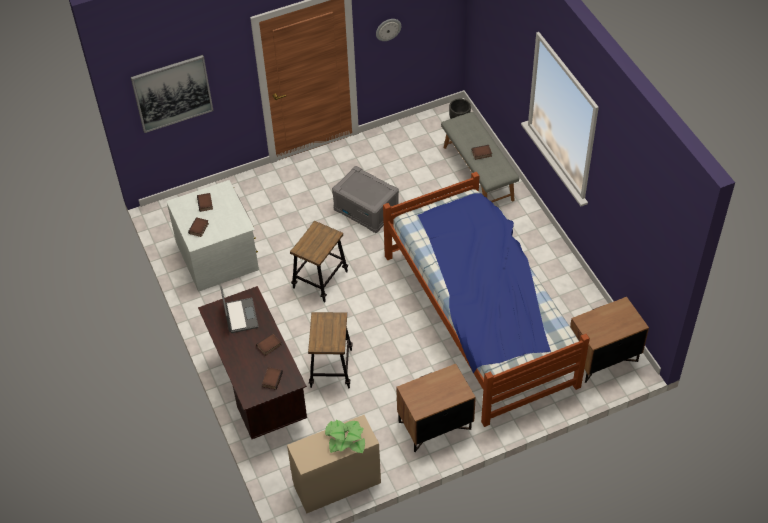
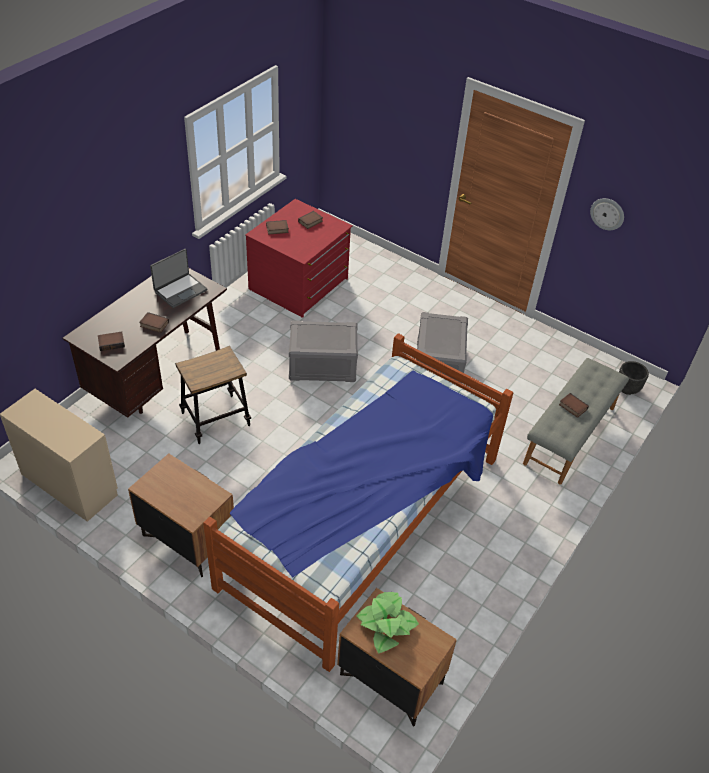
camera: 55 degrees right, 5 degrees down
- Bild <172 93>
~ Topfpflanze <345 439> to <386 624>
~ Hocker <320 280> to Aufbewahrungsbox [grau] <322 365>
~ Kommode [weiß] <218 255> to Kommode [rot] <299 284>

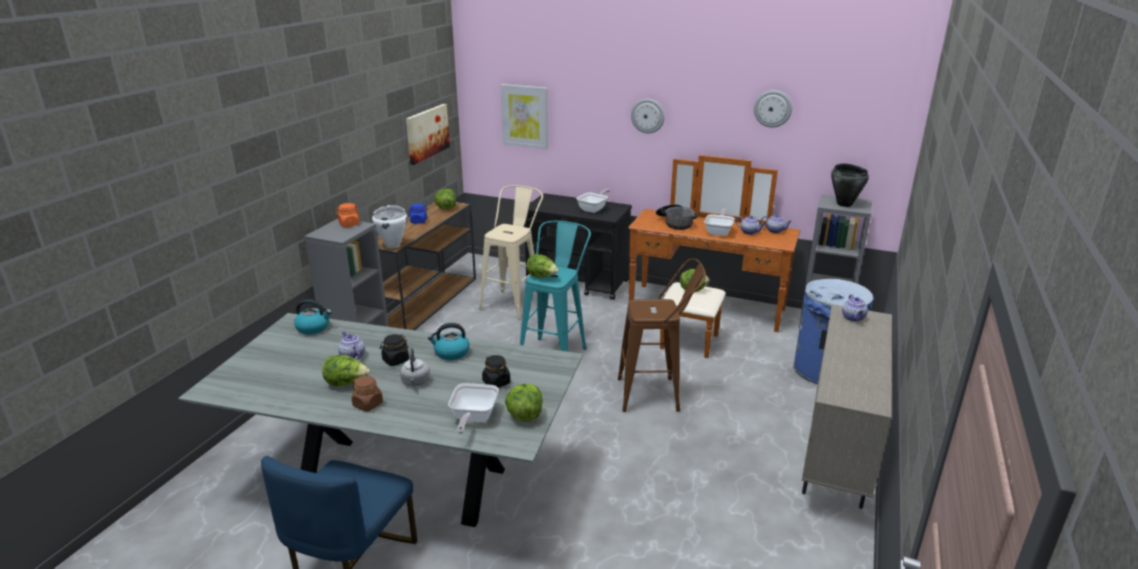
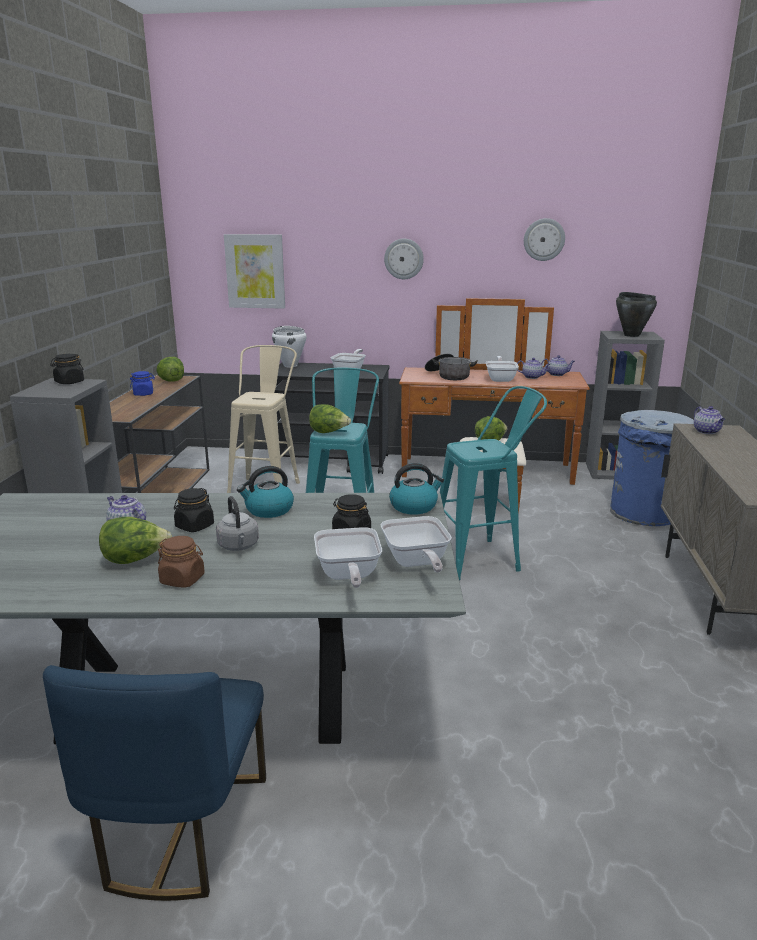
camera: 15 degrees left, 5 degrees down
- Bild <427 133>
~ Wasserkessel <313 328> to <414 506>
~ Kochtopf [weiß] <393 245> to <290 365>
~ Salatkopf <524 415> to Pfanne <416 563>
~ Vorratsglas [orange] <349 224> to Vorratsglas [schwarz] <69 382>
~ Hocker [braun] <656 395> to Hocker [türkis] <484 558>

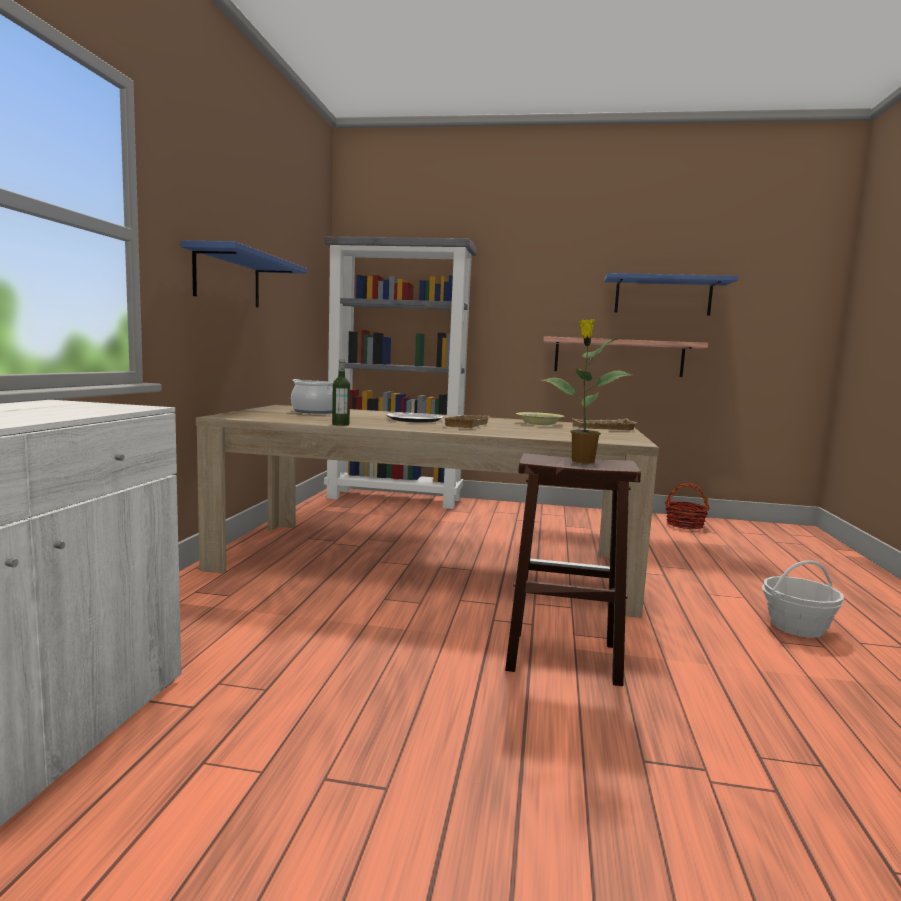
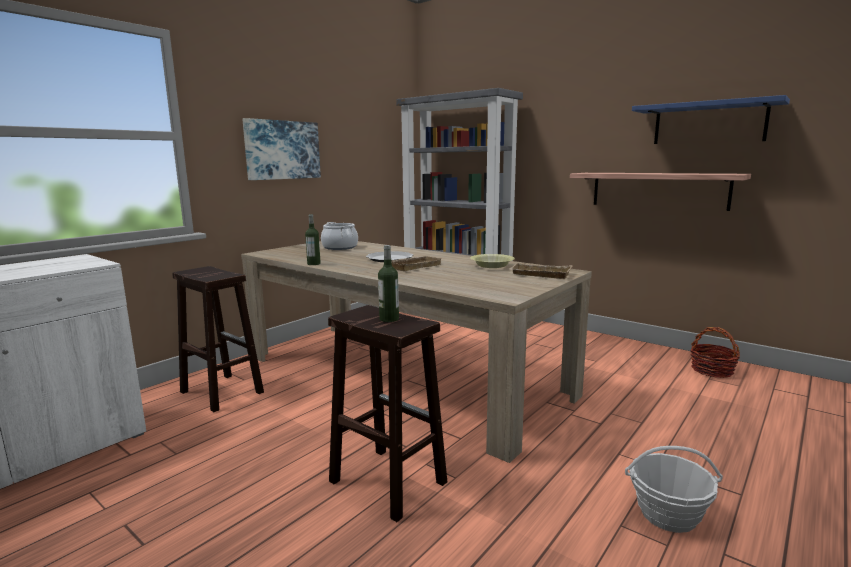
camera: 30 degrees right, 5 degrees up
+ Hocker [braun] <221 392>
~ Wandregal [blau] <228 279> to Bild <282 150>
~ Topfpflanze <581 461> to Flasche <389 319>

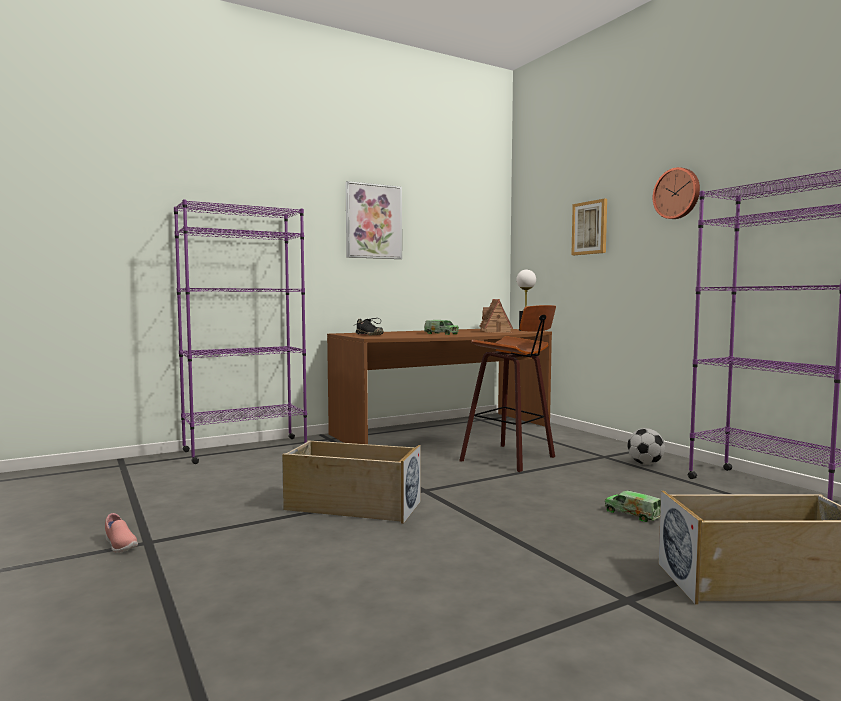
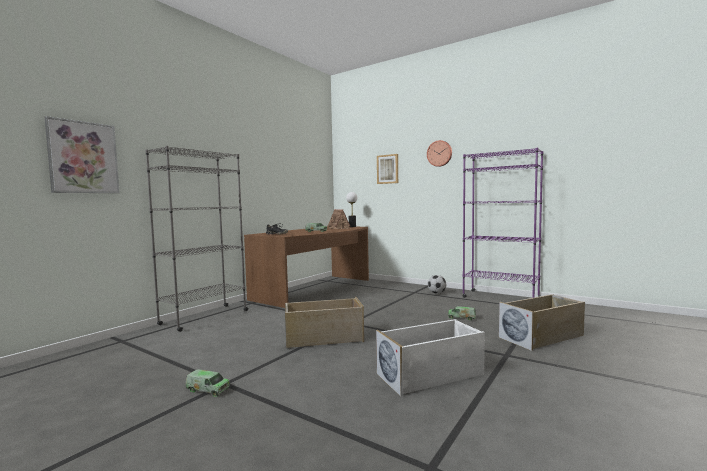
camera: 25 degrees left, 0 degrees up
- Hocker <512 458>
+ Aufbewahrungsbox [weiß] <431 374>
~ Bild <373 221> to <83 157>
~ Schuh [rosa] <119 545> to Spielzeuglaster <208 390>
~ Bücherregal [lila] <246 450> to Bücherregal [grau] <204 317>

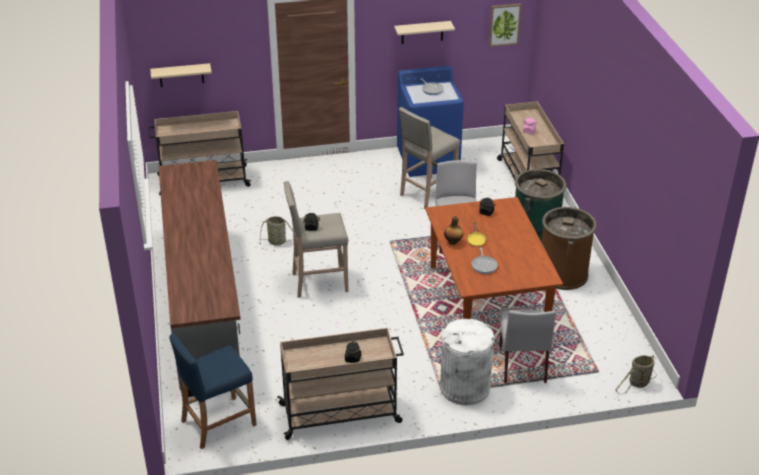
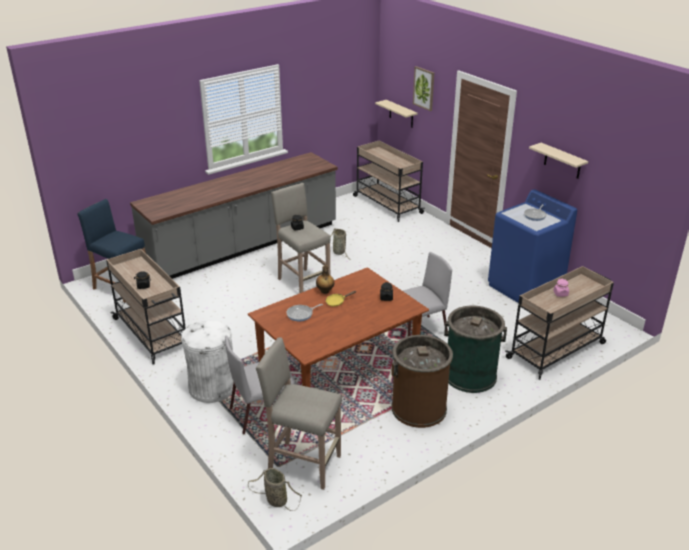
camera: 65 degrees right, 5 degrees down
~ Hocker [beige] <427 193> to <303 464>
~ Bild <504 24> to <424 88>

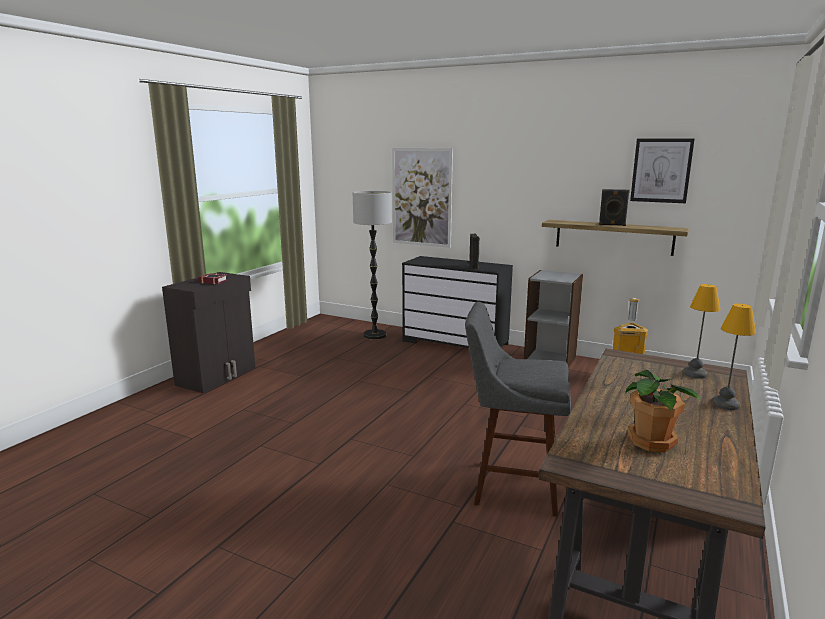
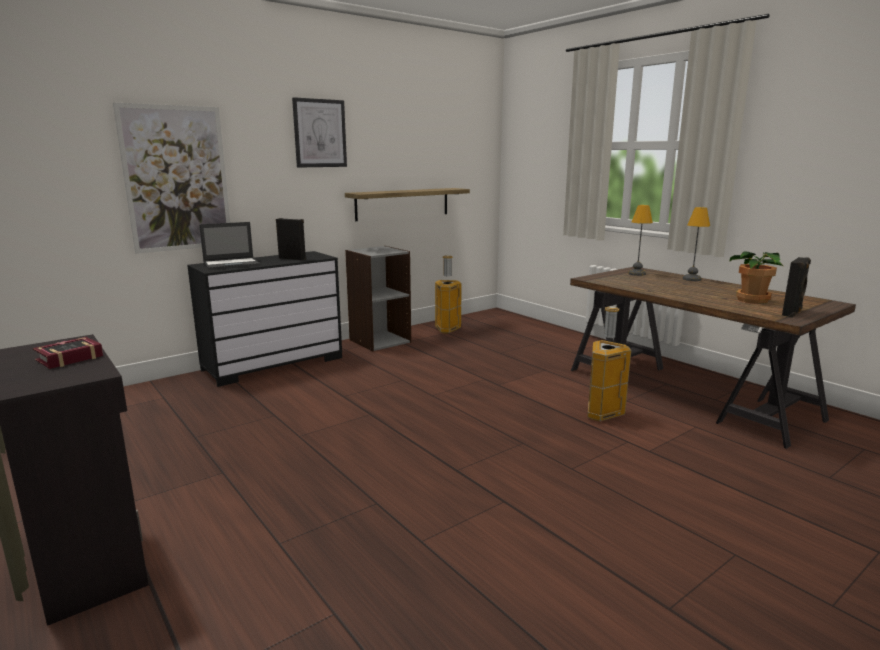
camera: 65 degrees left, 0 degrees up
- Stehlampe <375 335>
+ Laptop <232 264>
~ Lautsprecher [schwarz] <612 225> to <792 313>
~ Bild <661 170> to <320 133>
~ Hocker [grau] <511 486> to Mülleimer <602 414>

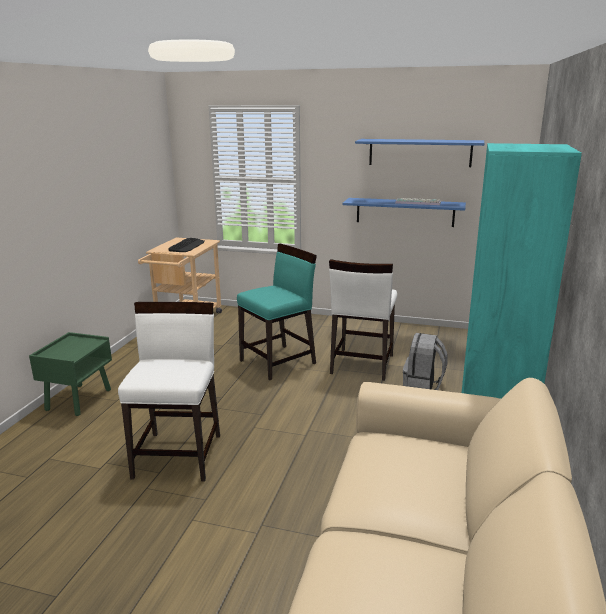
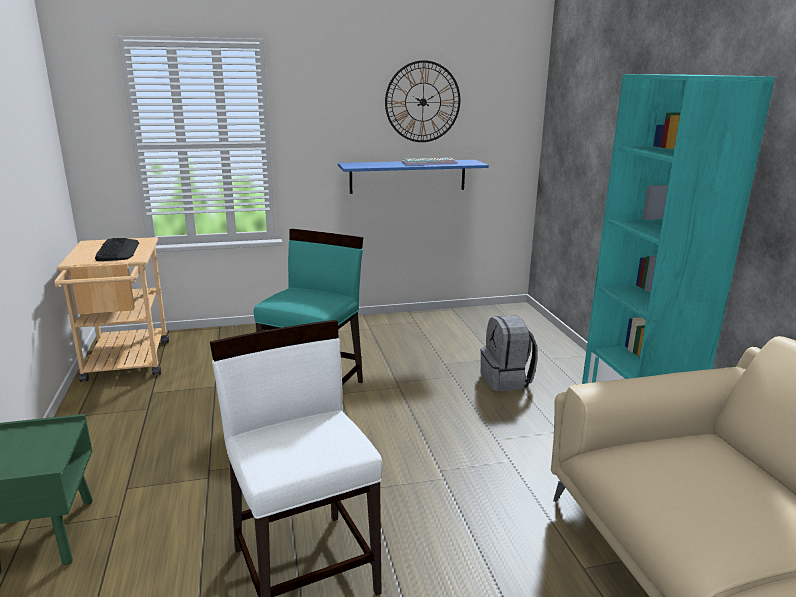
camera: 30 degrees left, 0 degrees up
- Stuhl [weiß] <361 364>
~ Wandregal [blau] <419 152> to Wanduhr <423 102>

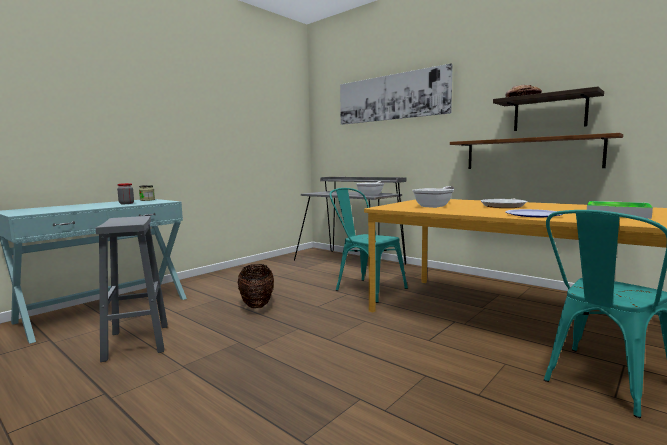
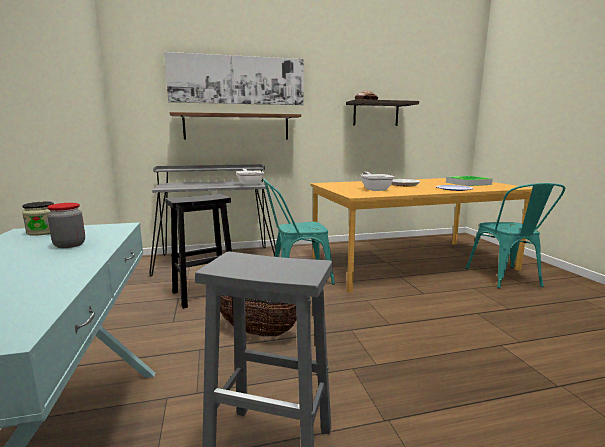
camera: 55 degrees left, 5 degrees up
+ Hocker [schwarz] <203 294>
~ Wandregal [braun] <530 153> to <237 127>

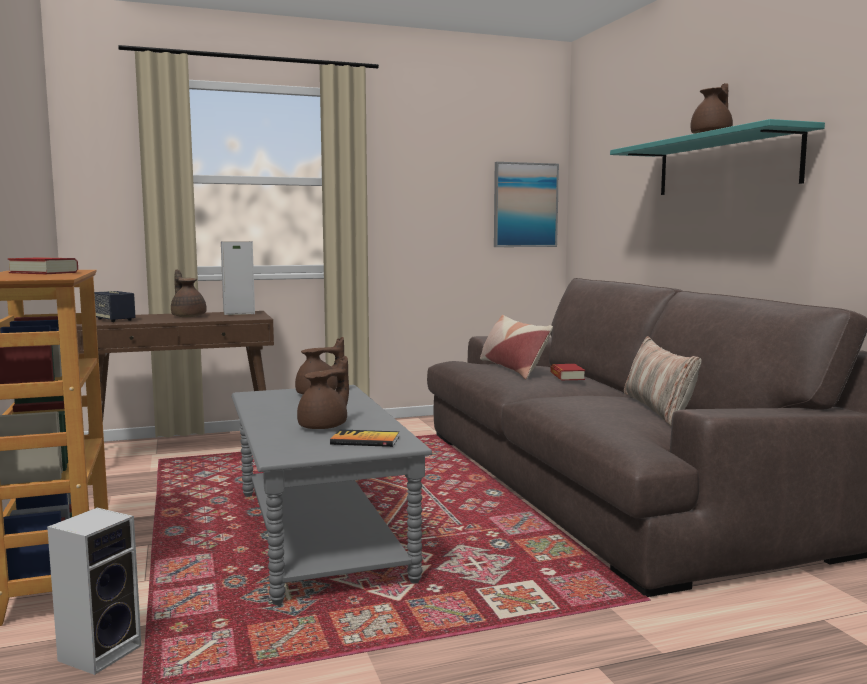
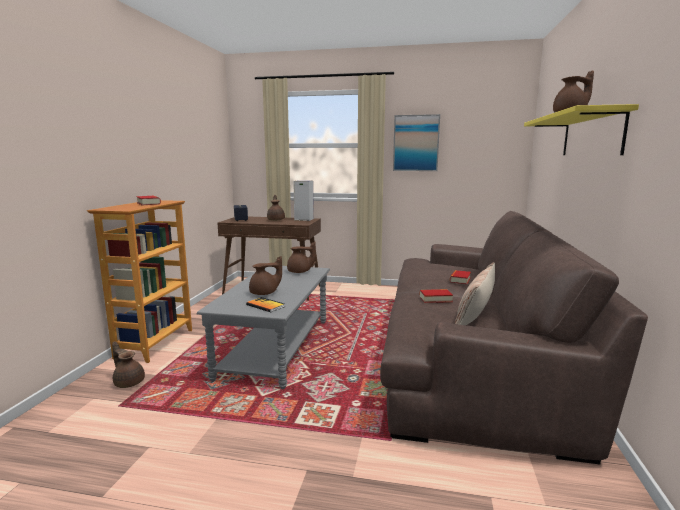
camera: 30 degrees right, 5 degrees up
- Kissen <513 368>
+ Buch <435 299>
~ Bild <525 205> to <416 143>
~ Lautsprecher <101 651> to Teekanne [braun] <129 382>
~ Wandregal [türkis] <725 164> to Wandregal [gelb] <591 135>

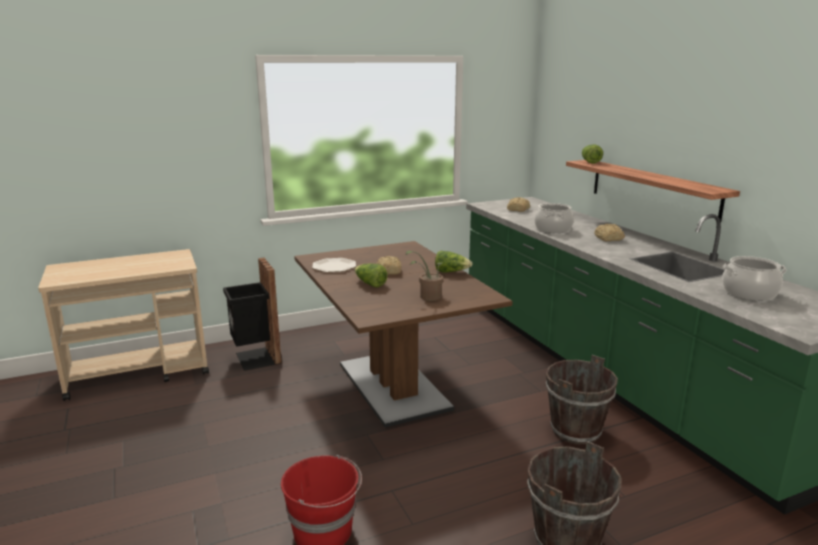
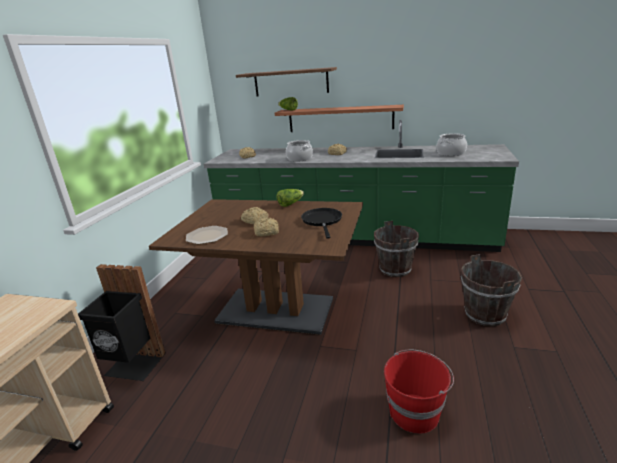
camera: 50 degrees left, 5 degrees up
+ Wandregal <291 82>
~ Salatkopf <370 284> to Brot <267 232>
~ Topfpflanze <427 297> to Pfanne [schwarz] <322 221>

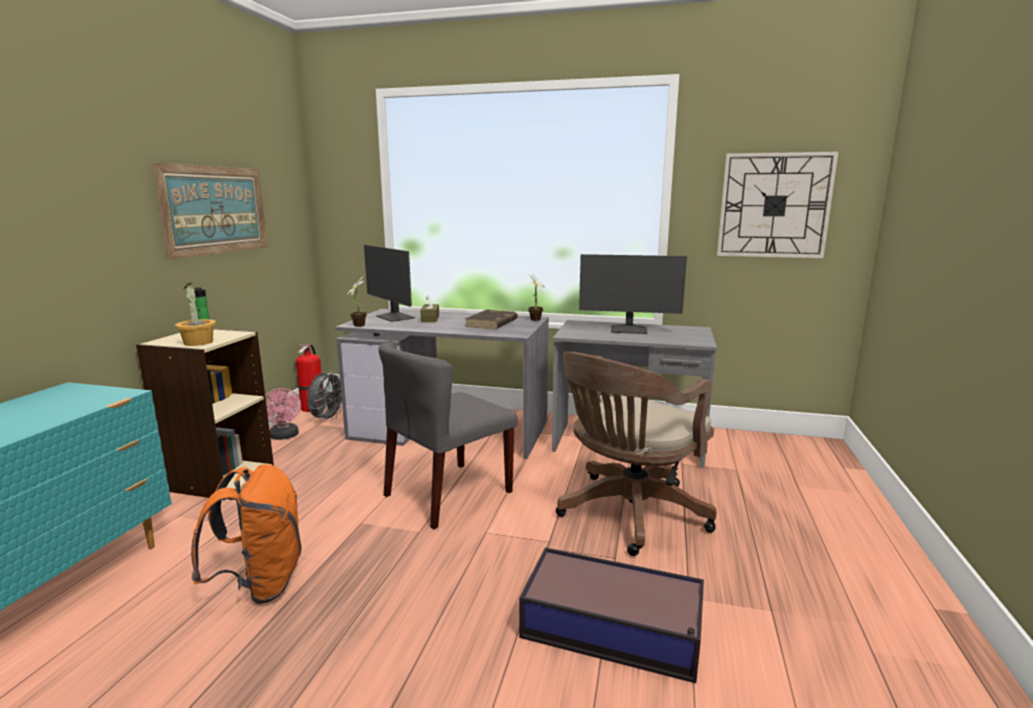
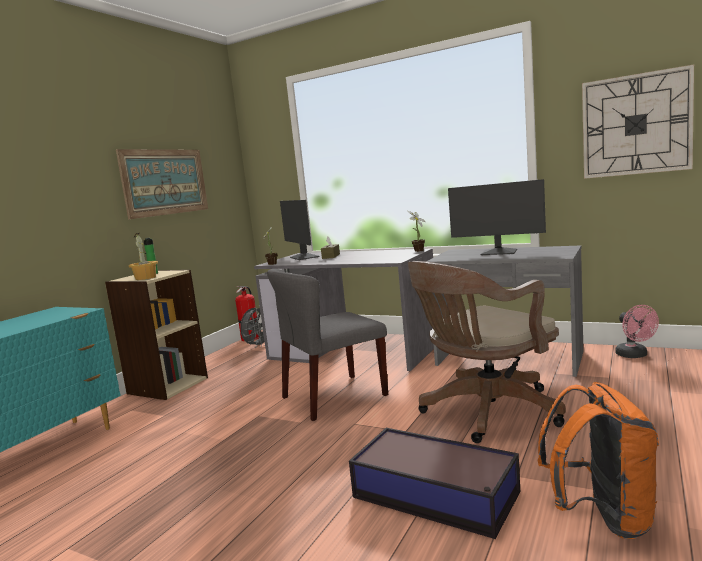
camera: 15 degrees right, 5 degrees down
- Buch [braun] <491 323>
~ Rucksack [orange] <261 584> to <602 517>
~ Ventilator [rosa] <284 436> to <635 355>

